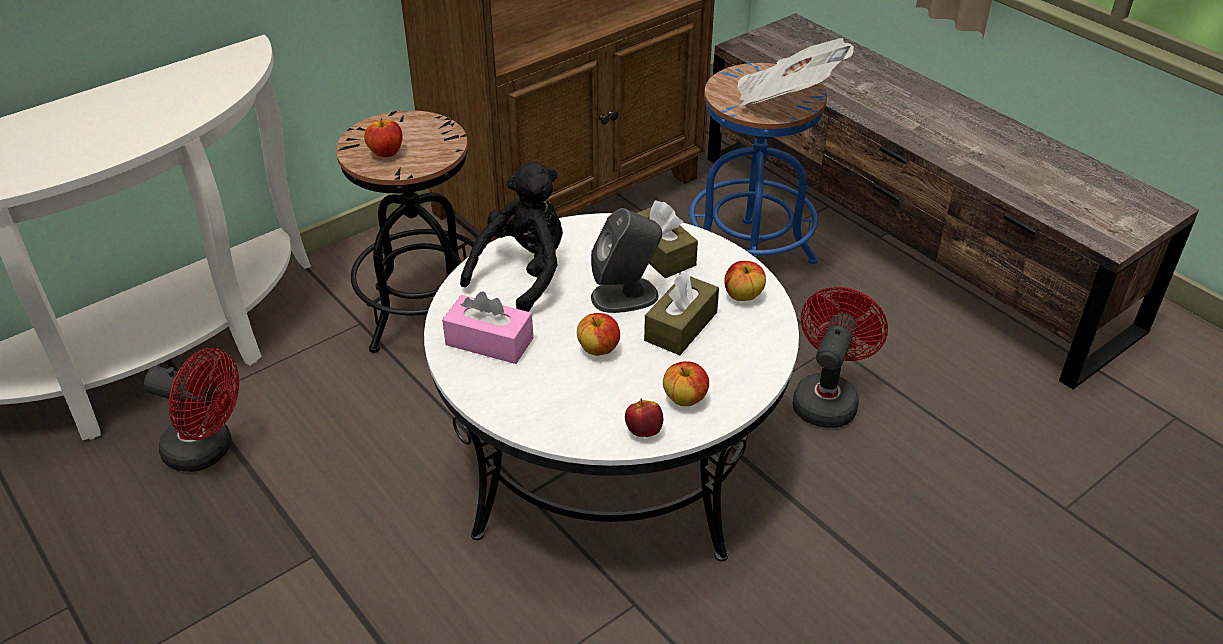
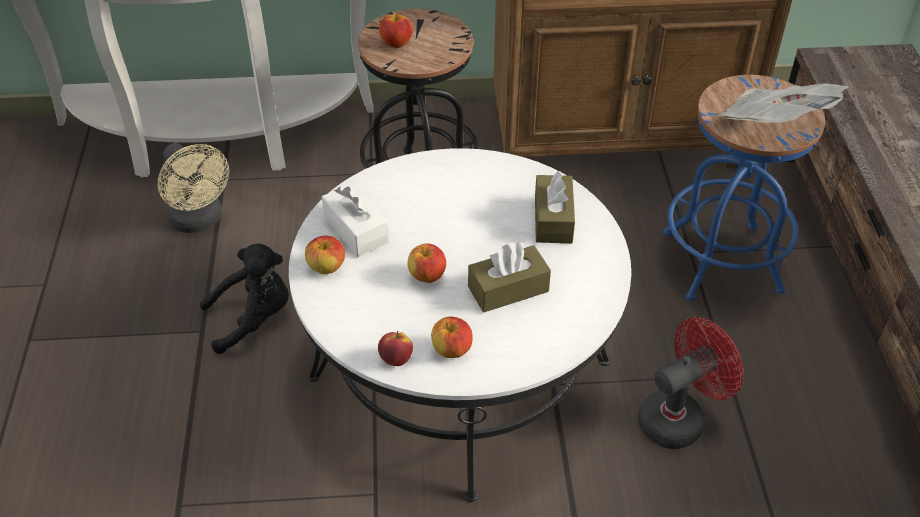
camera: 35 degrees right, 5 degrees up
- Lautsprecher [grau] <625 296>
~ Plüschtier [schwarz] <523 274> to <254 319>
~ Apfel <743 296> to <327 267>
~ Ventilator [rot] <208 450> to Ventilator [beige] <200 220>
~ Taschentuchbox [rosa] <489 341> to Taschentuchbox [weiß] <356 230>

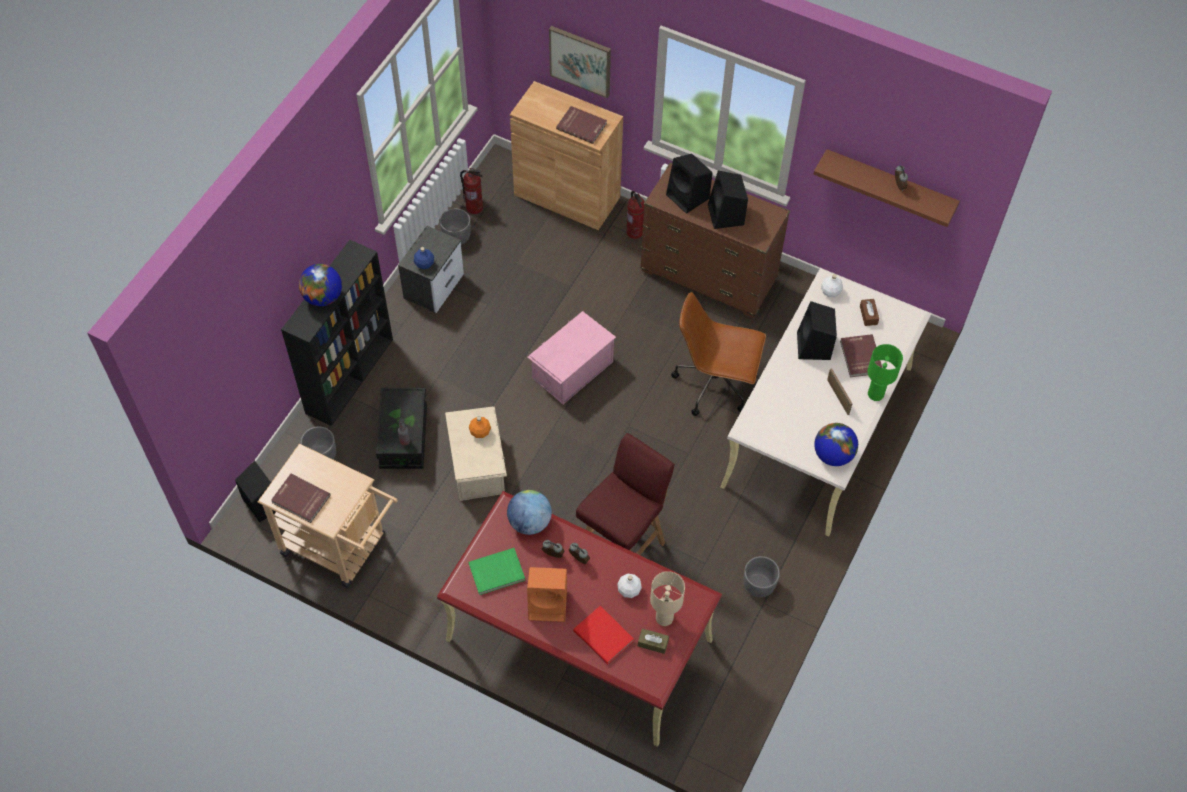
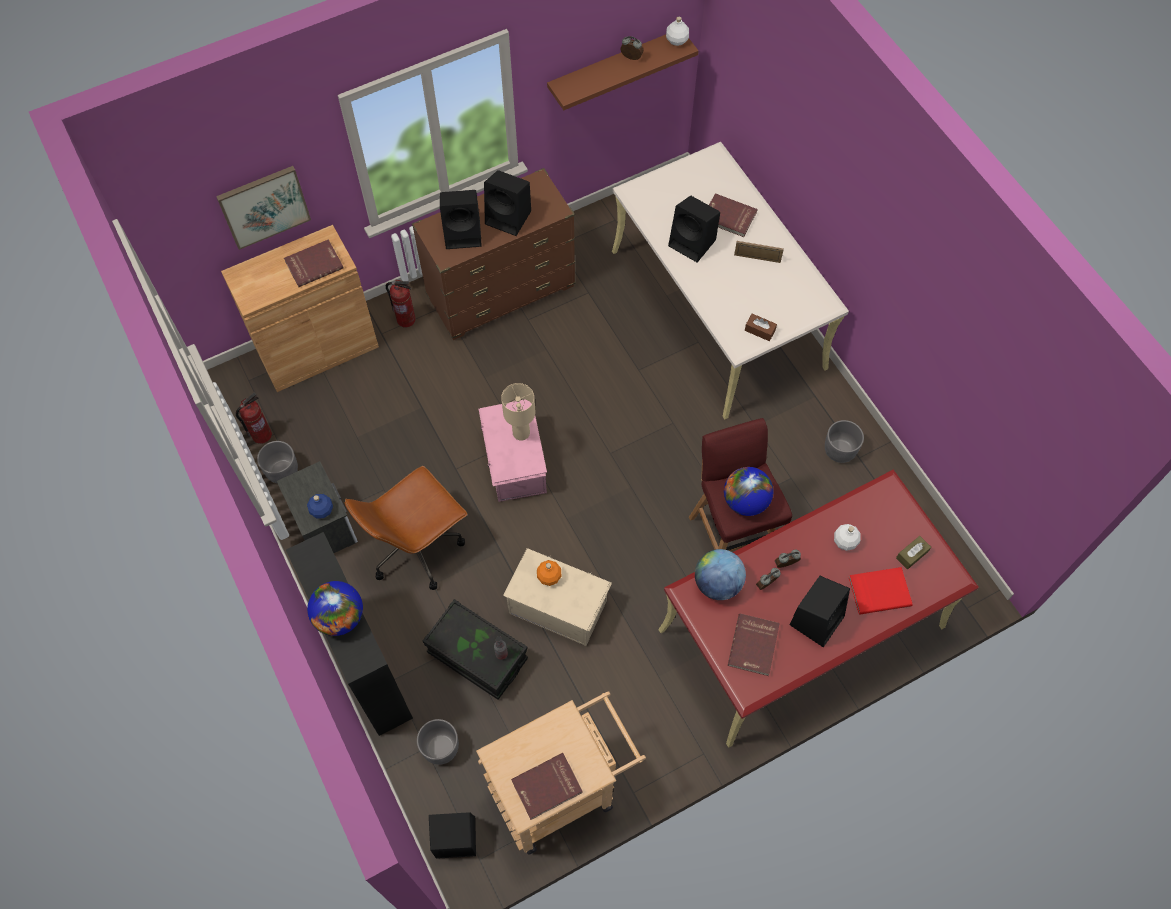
camera: 55 degrees left, 5 degrees up
- Tischlampe [grün] <876 394>
~ Tischlampe [beige] <664 618> to <521 433>
~ Bürostuhl [braun] <715 384> to <417 546>
~ Globus <833 455> to <745 501>
~ Flasche [weiß] <831 292> to <677 40>
~ Taschentuchbox [braun] <868 315> to <759 330>
~ Buch [grün] <497 573> to Buch [rot] <754 645>
~ Lautsprecher [orange] <549 604> to Lautsprecher [schwarz] <817 619>

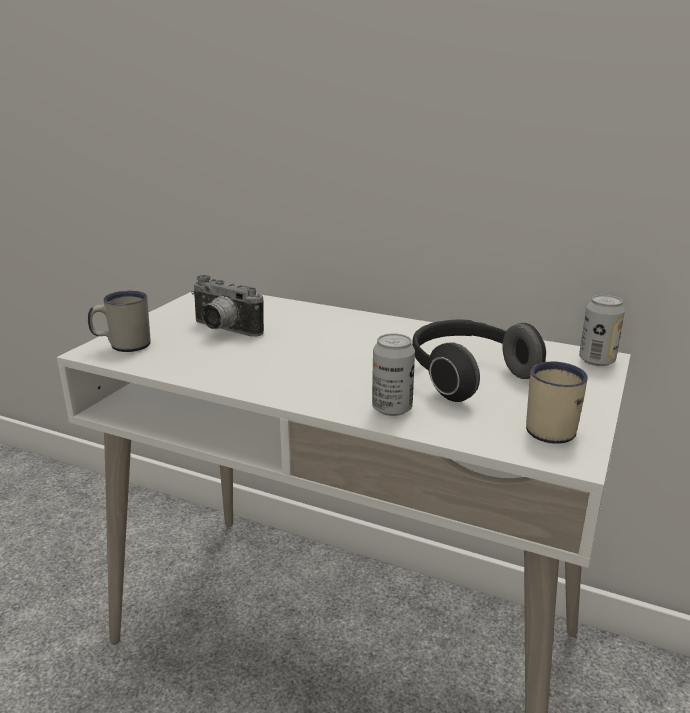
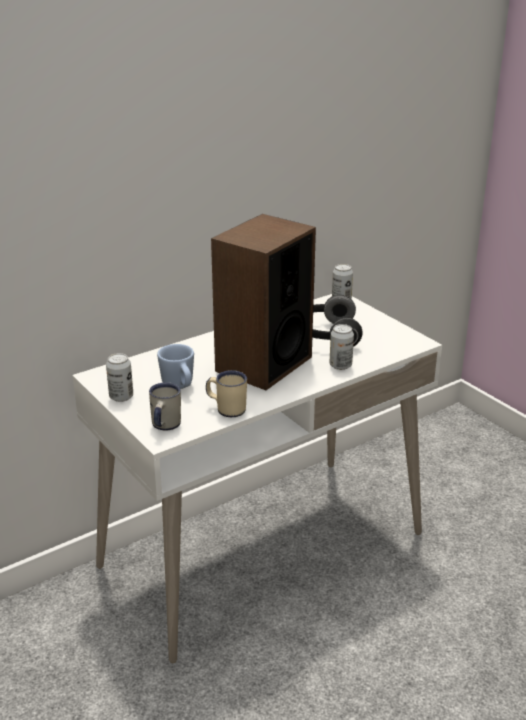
camera: 60 degrees left, 5 degrees up
+ Dose <121 397>
+ Lautsprecher <263 364>
~ Henkelbecher [beige] <547 426> to <226 408>
~ Kamera <222 330> to Henkelbecher [blau] <179 386>

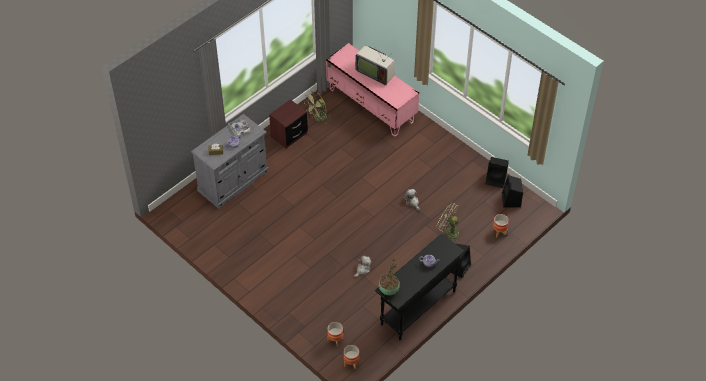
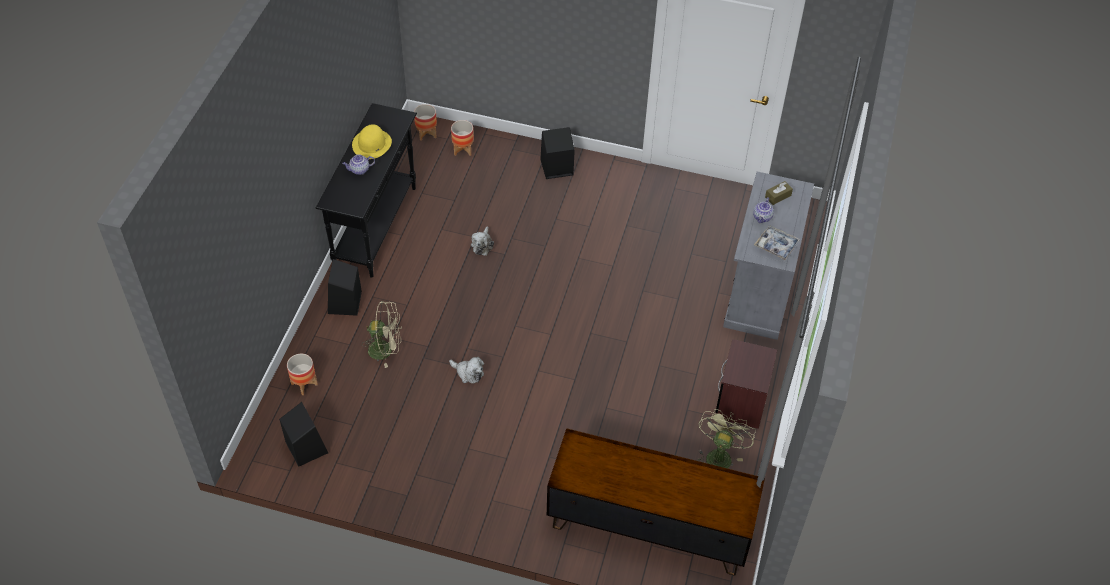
camera: 150 degrees right, 0 degrees up
- Fernseher <375 73>
- Topfpflanze <389 290>
+ Hut [gelb] <372 144>
~ Lautsprecher [schwarz] <496 179> to <555 168>
~ Fernsehschrank [rosa] <371 105> to Fernsehschrank [braun] <649 525>

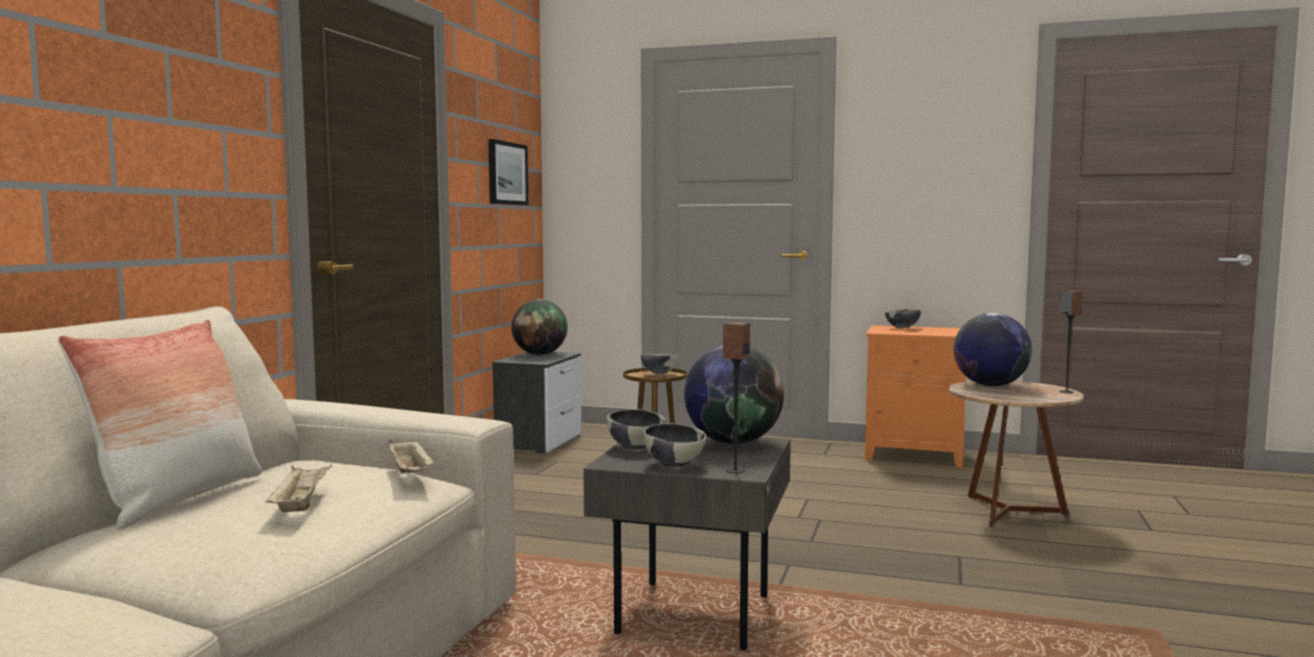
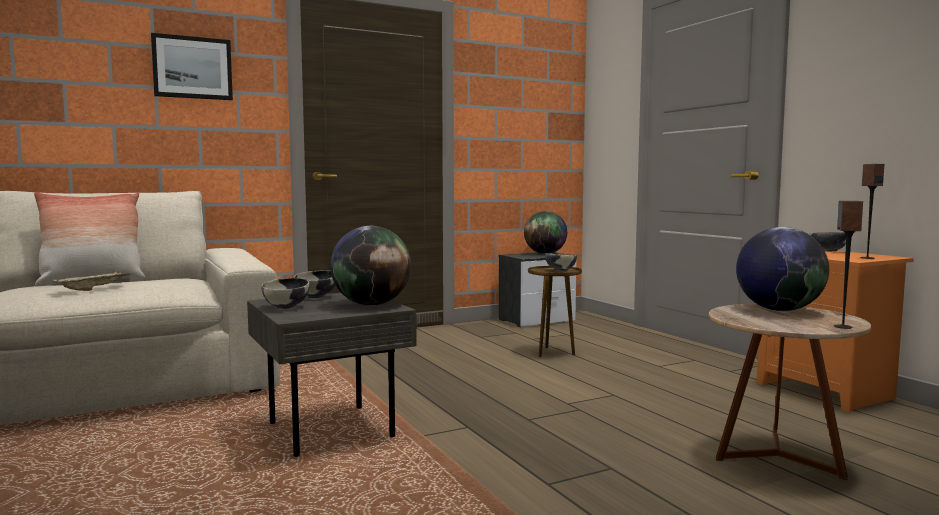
camera: 45 degrees right, 0 degrees up
- Tablett [beige] <411 473>
~ Bild <506 173> to <192 68>
~ Lautsprecher <734 470> to <867 258>

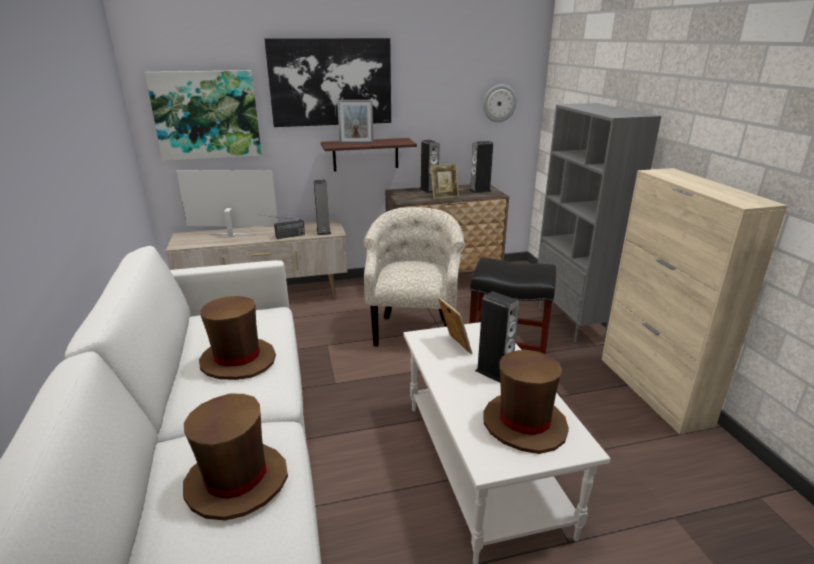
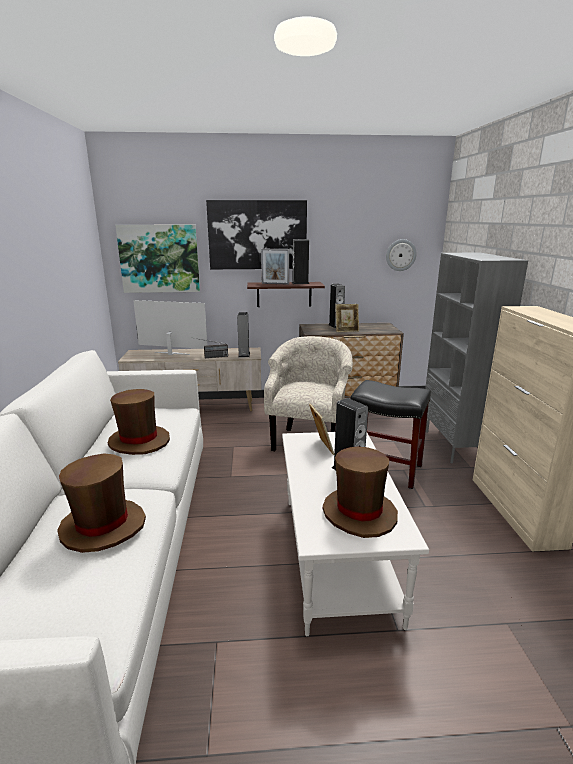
camera: 10 degrees right, 5 degrees down
~ Lautsprecher <480 190> to <300 283>

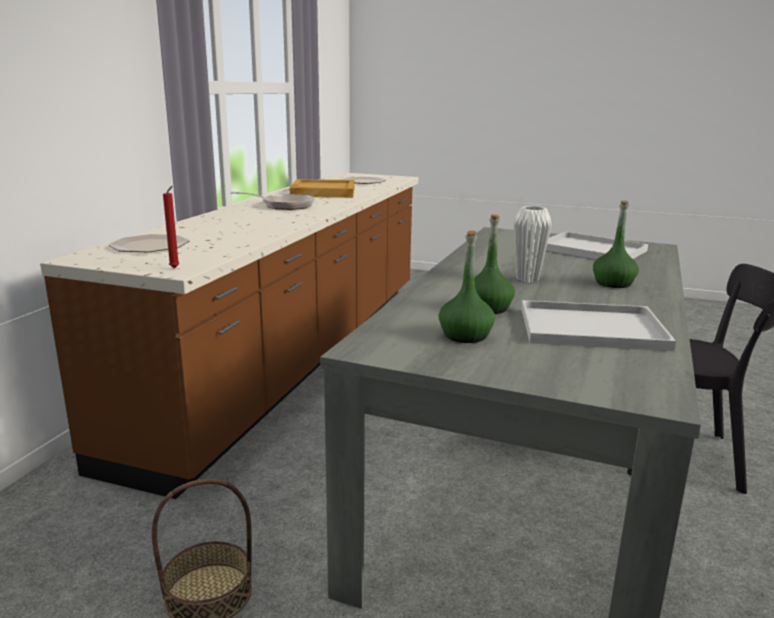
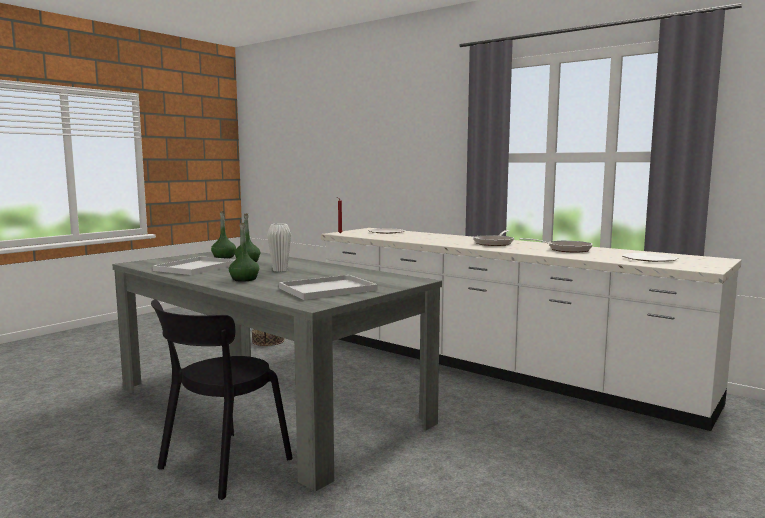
camera: 110 degrees right, 10 degrees down
~ Tablett [beige] <322 192> to Pfanne <565 249>
~ Küchenzeile [braun] <297 357> to Küchenzeile [weiß] <494 368>

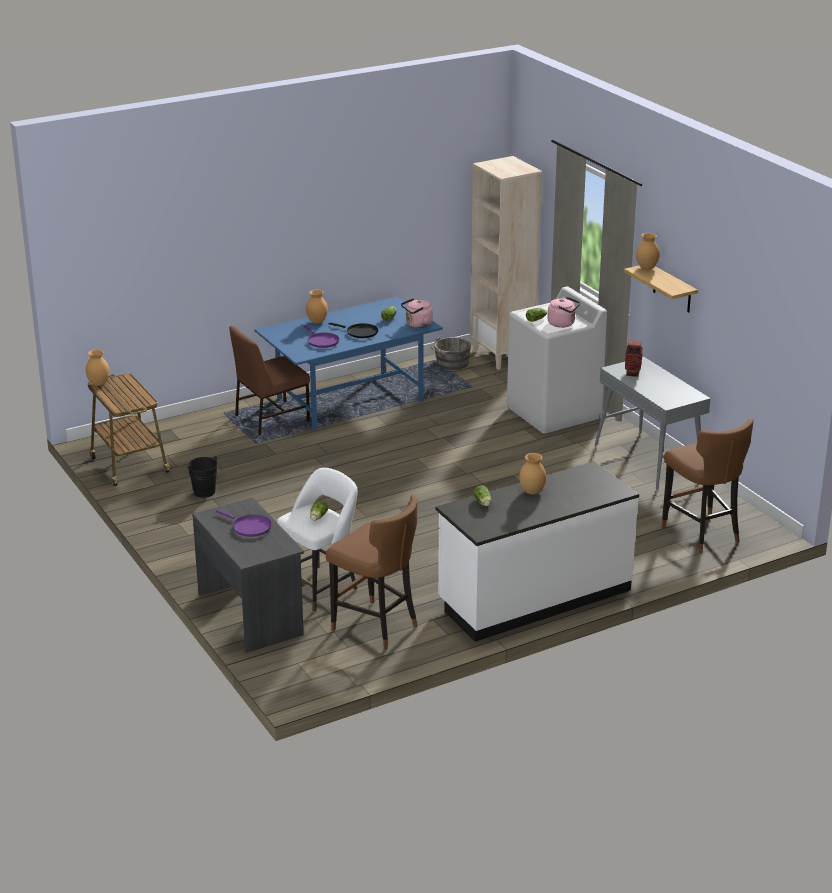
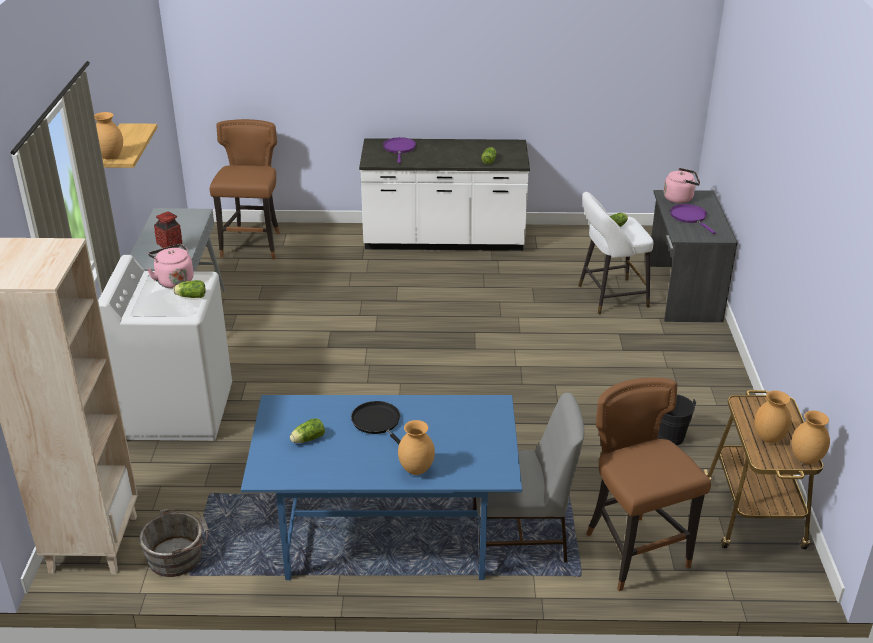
camera: 150 degrees left, 5 degrees up
~ Pfanne [lila] <322 341> to <399 149>
~ Hocker [braun] <376 627> to <634 552>
~ Wasserkessel [rosa] <417 325> to <680 198>
~ Vase [braun] <531 492> to <769 438>
~ Stuhl [braun] <270 418> to Stuhl [grau] <521 536>

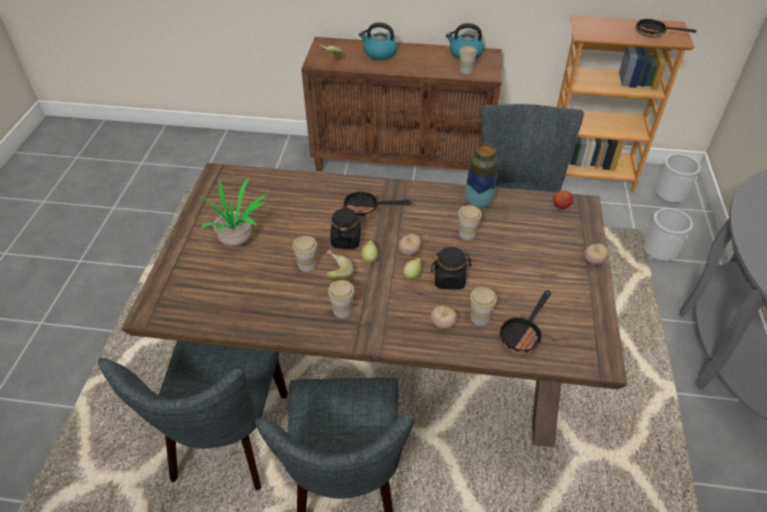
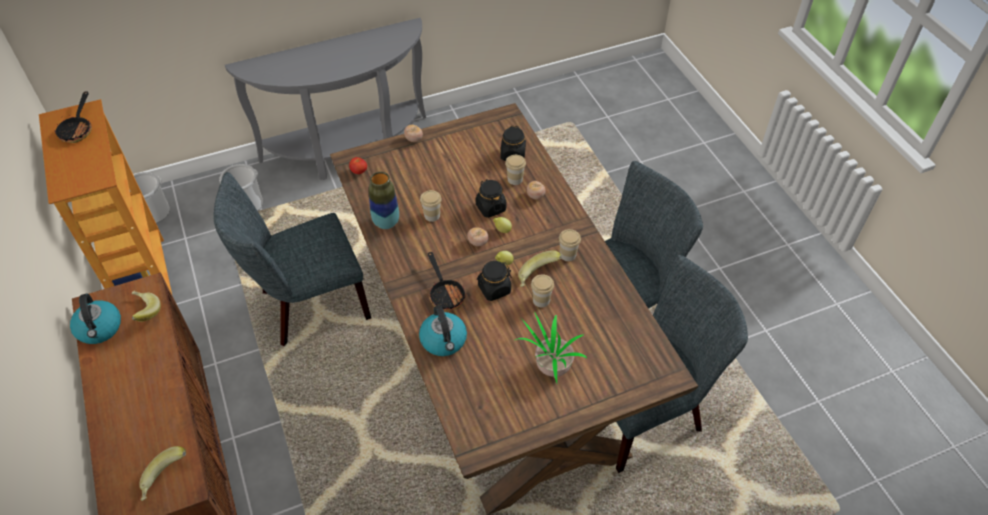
camera: 120 degrees left, 5 degrees up
~ Wasserkessel <379 53> to <444 340>
~ Tasse <466 70> to Banane <144 313>
~ Pfanne <523 334> to Vorratsglas [schwarz] <513 154>

